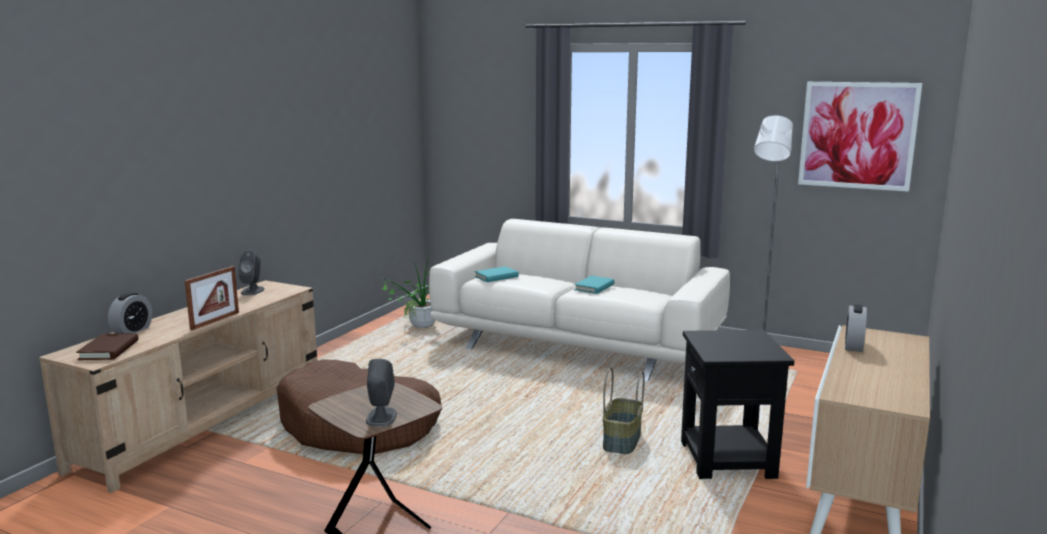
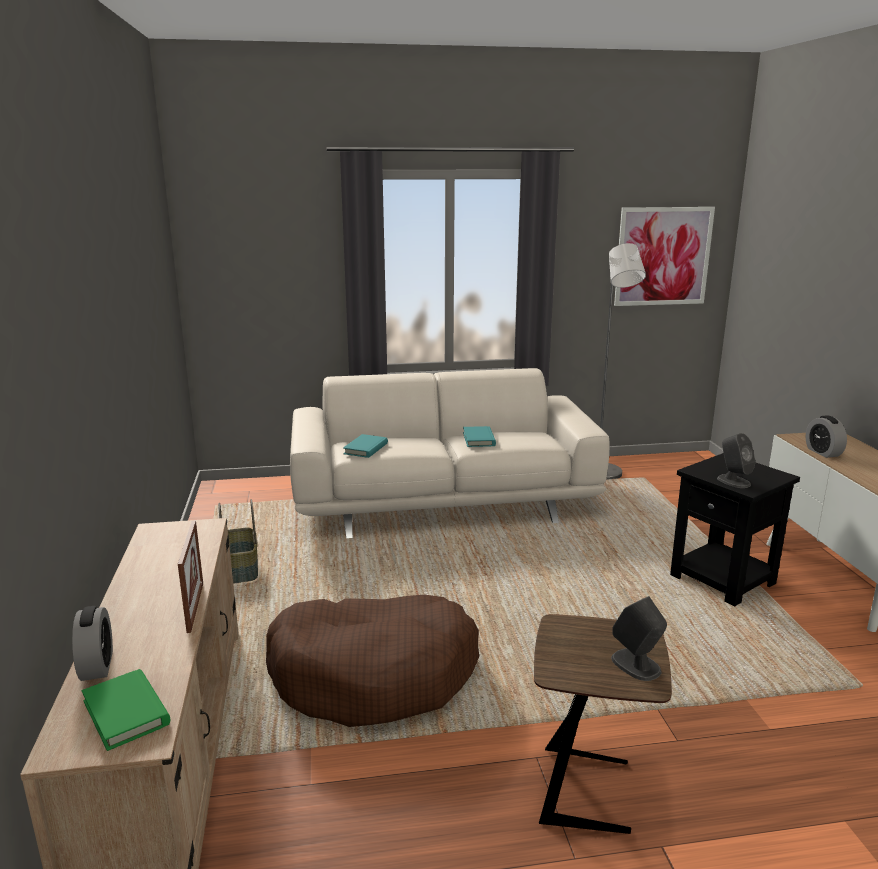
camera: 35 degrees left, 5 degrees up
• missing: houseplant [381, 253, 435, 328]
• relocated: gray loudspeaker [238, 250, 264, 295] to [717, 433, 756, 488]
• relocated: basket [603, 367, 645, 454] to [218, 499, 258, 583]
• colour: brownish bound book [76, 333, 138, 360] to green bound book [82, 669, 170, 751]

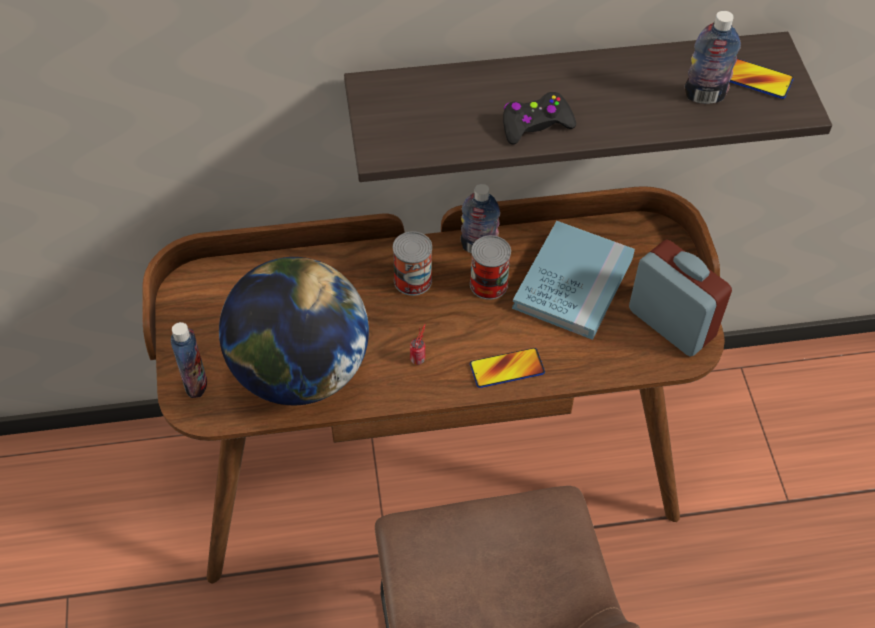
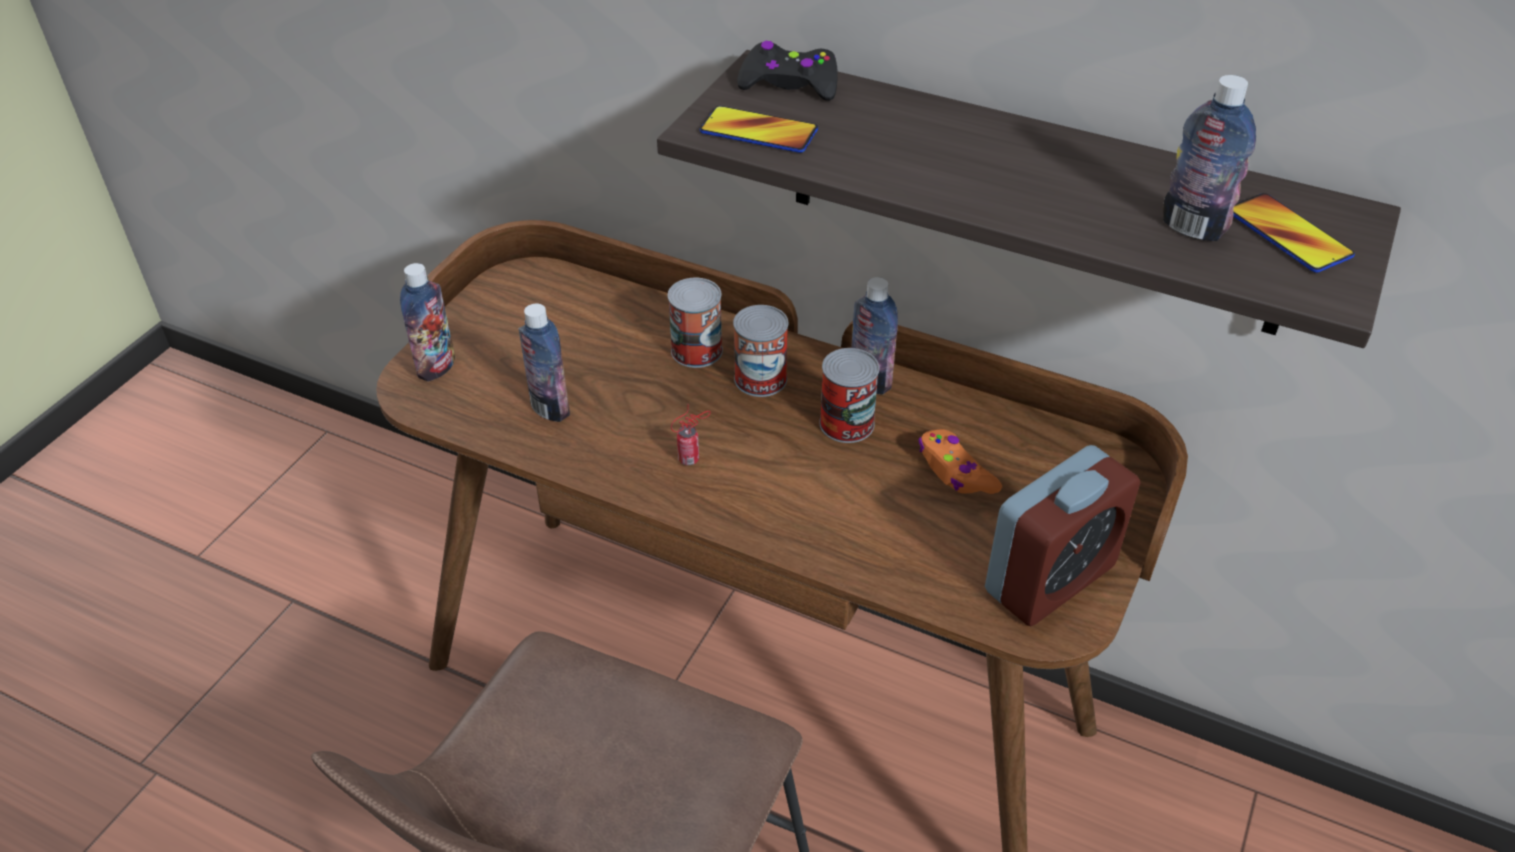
camera: 35 degrees right, 10 degrees down
• appeared: sealed can [668, 277, 723, 368]
• relocated: handset [470, 348, 545, 388] to [700, 106, 818, 153]
• relocated: black joypad [503, 92, 576, 145] to [737, 41, 838, 101]
• exchanged: world globe [219, 257, 369, 405] to bottle [519, 304, 570, 422]
• exchanged: bluish bound book [512, 221, 635, 340] to orange joypad [919, 429, 1002, 494]
• spun: bedside clock [629, 240, 732, 357] = [985, 445, 1140, 626] 60 degrees clockwise

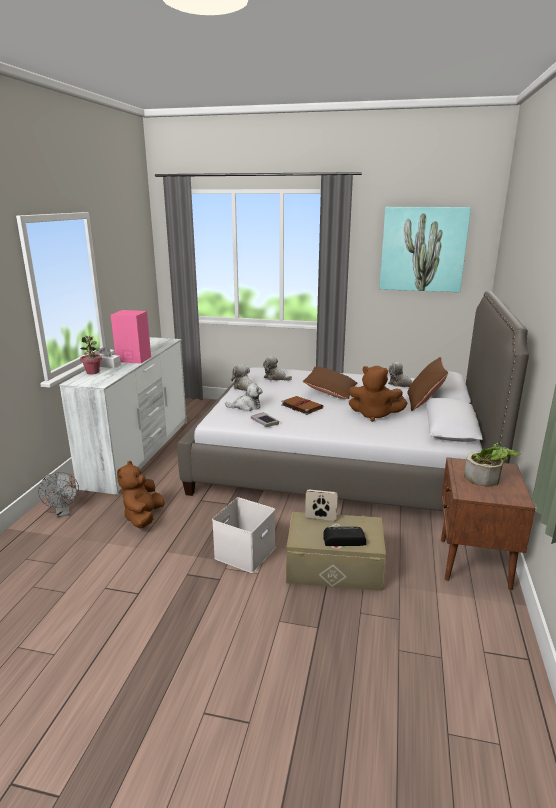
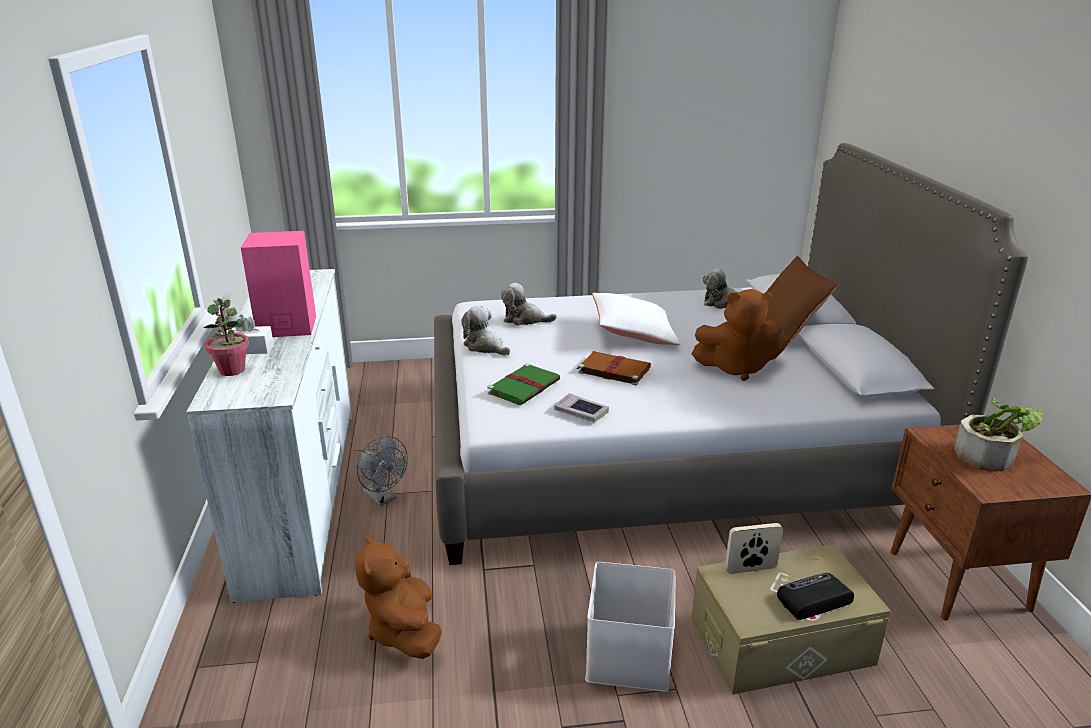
camera: 20 degrees left, 5 degrees up
• missing: picture [380, 207, 471, 292]
• relocated: gray fan [38, 472, 79, 517] to [356, 436, 408, 506]
• exchanged: cuddly toy [225, 383, 262, 411] to green bound book [488, 363, 560, 405]
• colour: brownish throw pillow [303, 367, 357, 399] to white-coloured throw pillow [592, 293, 680, 345]

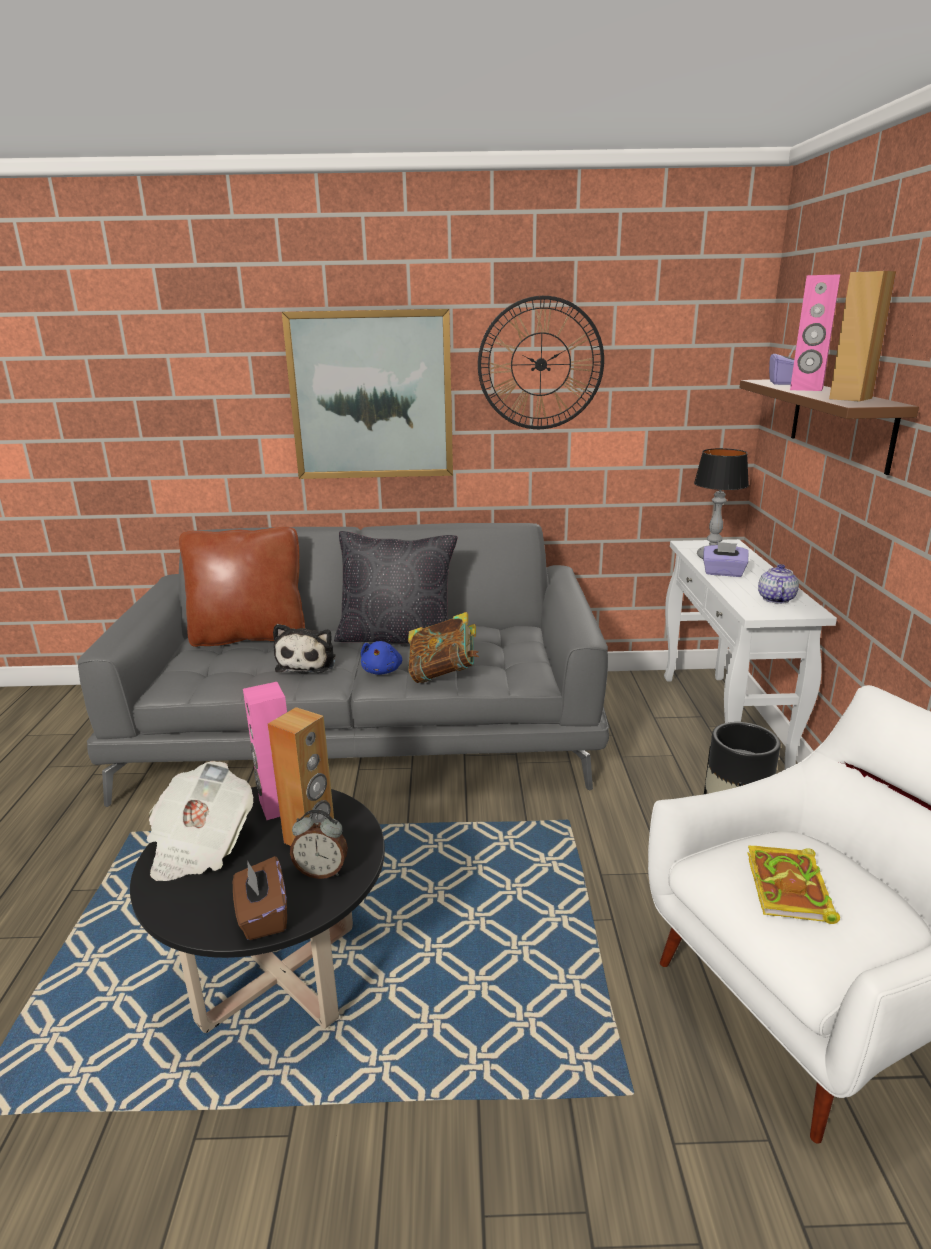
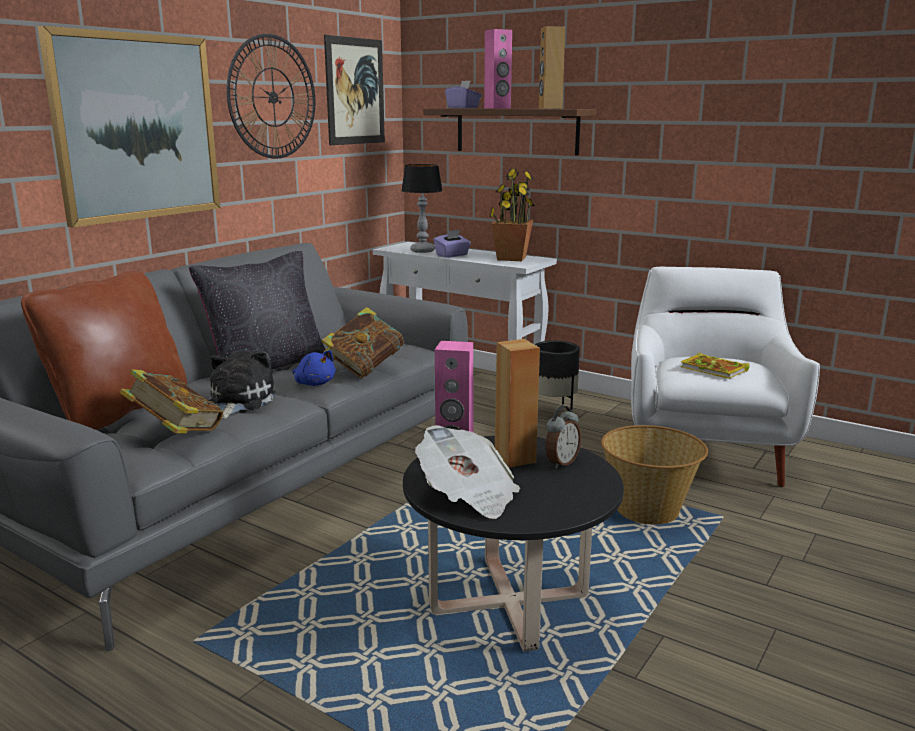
camera: 55 degrees left, 5 degrees down
• missing: brownish tissue holder [233, 856, 287, 940]
• appeared: bound book [119, 369, 223, 434]
• appeared: picture [324, 35, 385, 145]
• appeared: basket [601, 425, 708, 525]
• exchanged: tea pot [758, 564, 799, 604] to houseplant [489, 169, 535, 261]
• spun: cuddly toy [273, 624, 336, 673] = [208, 351, 276, 419] 120 degrees counterclockwise

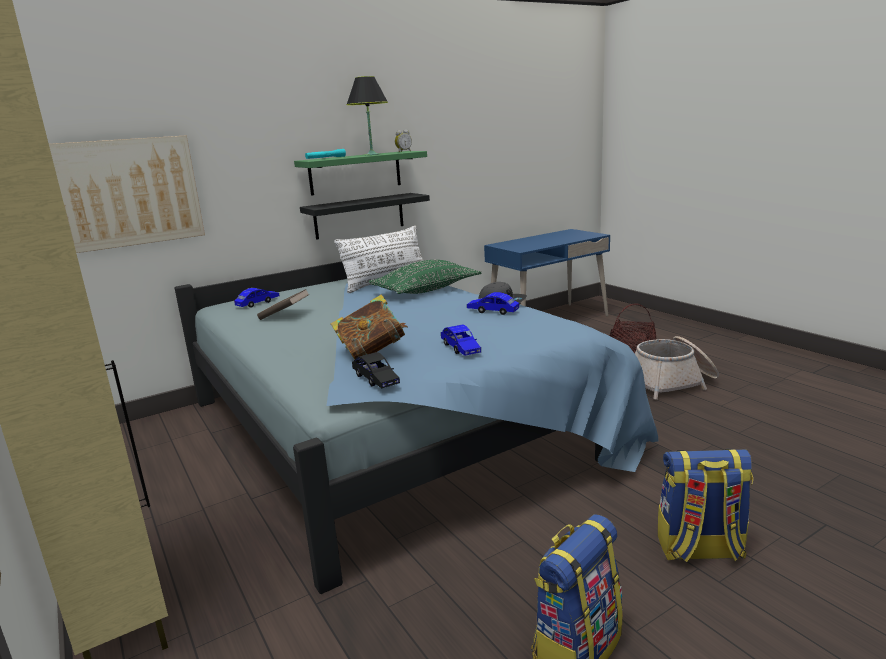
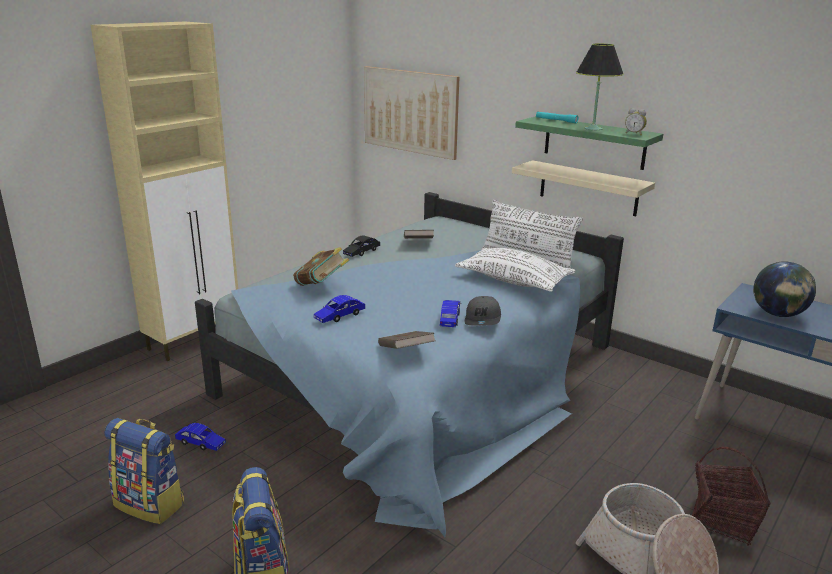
camera: 70 degrees right, 5 degrees up
• appeared: brownish bound book [378, 331, 435, 349]
• appeared: world globe [753, 261, 816, 317]
• relocated: bluish model car [234, 288, 280, 308] to [175, 423, 226, 451]
• relocated: black model car [352, 352, 400, 388] to [343, 236, 380, 257]
• colour: black shelf [300, 193, 430, 240] to sand-coloured shelf [512, 160, 655, 216]
• colour: green throw pillow [369, 260, 481, 294] to white-coloured throw pillow [455, 248, 576, 292]

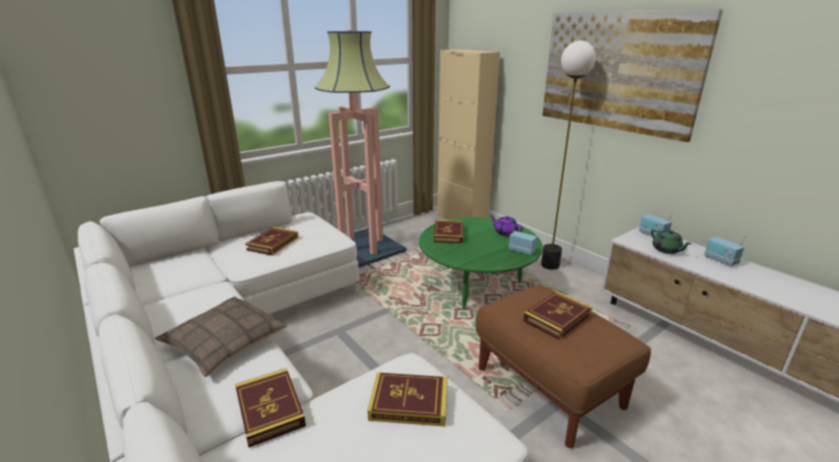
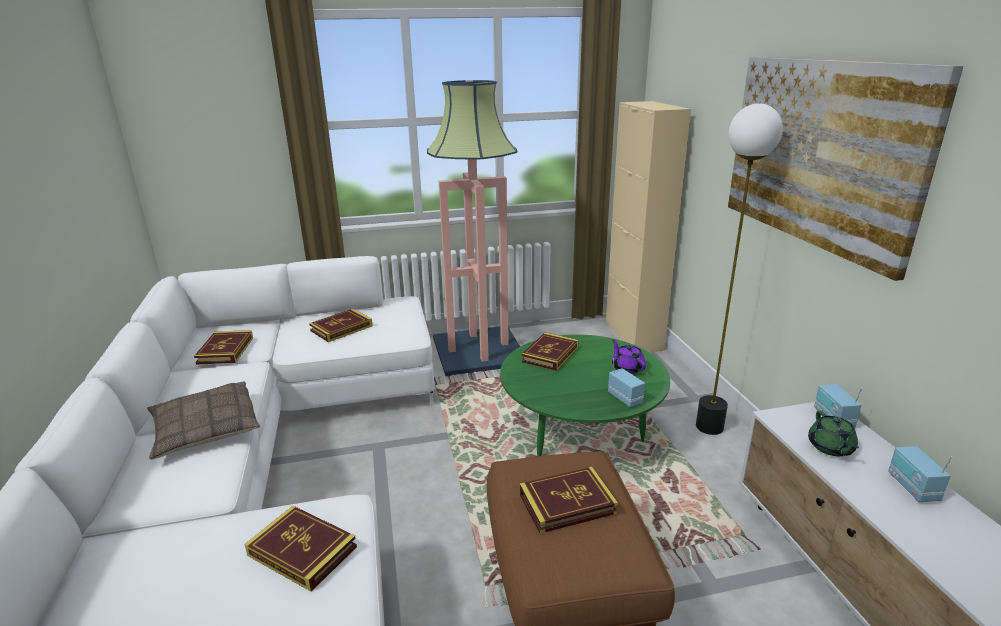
camera: 25 degrees right, 0 degrees up
• relocated: bound book [235, 368, 306, 447] to [194, 330, 253, 365]

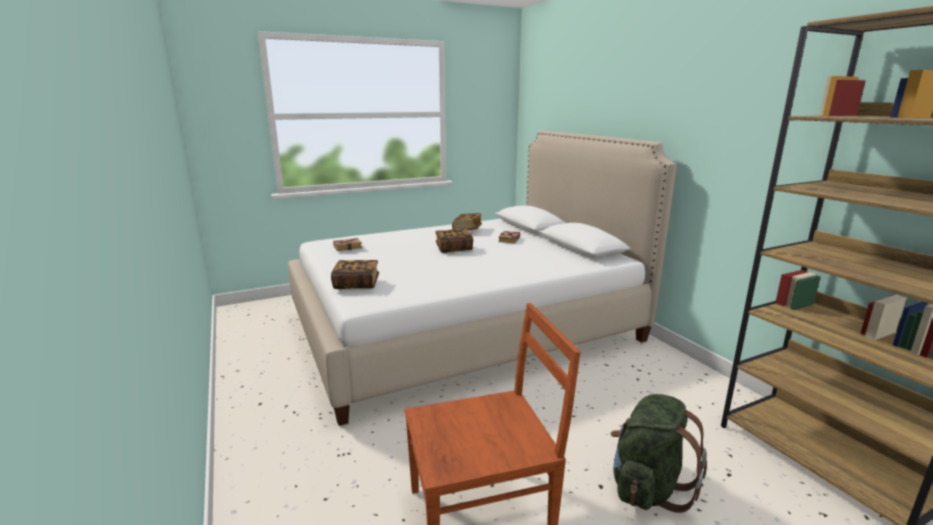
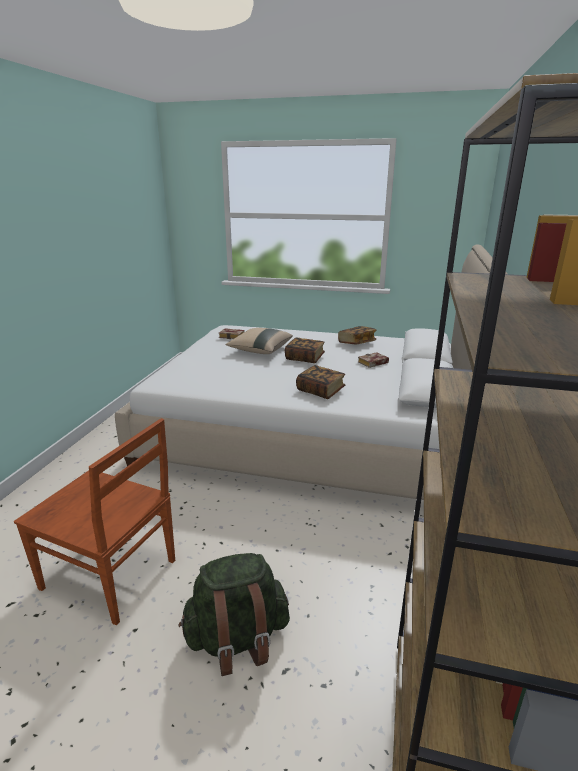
camera: 40 degrees right, 5 degrees up
• appeared: sand-coloured throw pillow [226, 328, 293, 354]
• relocated: bound book [331, 260, 379, 289] to [296, 365, 345, 399]

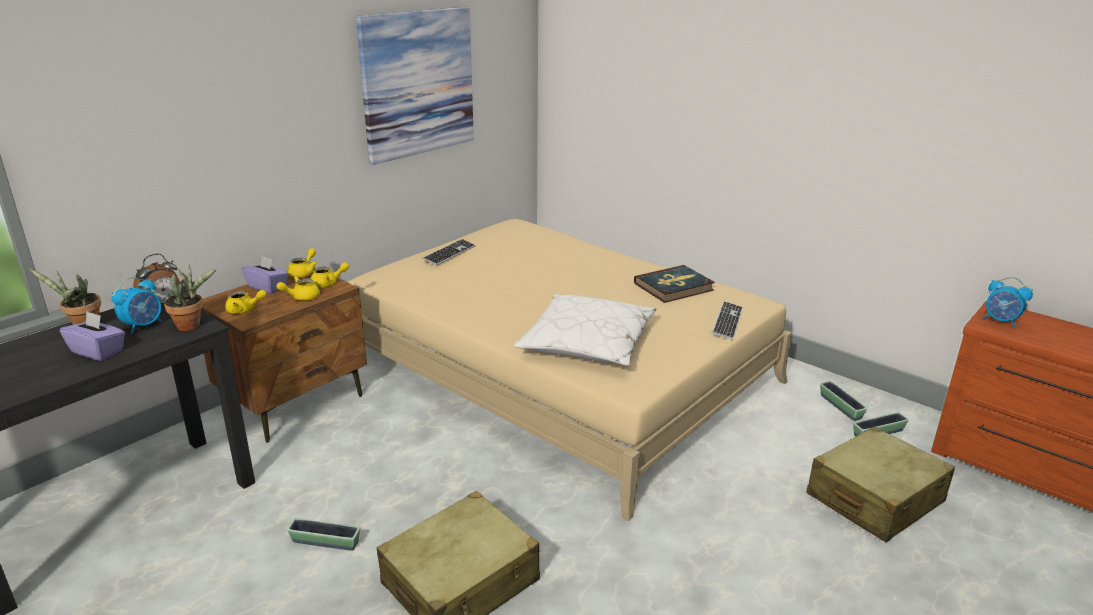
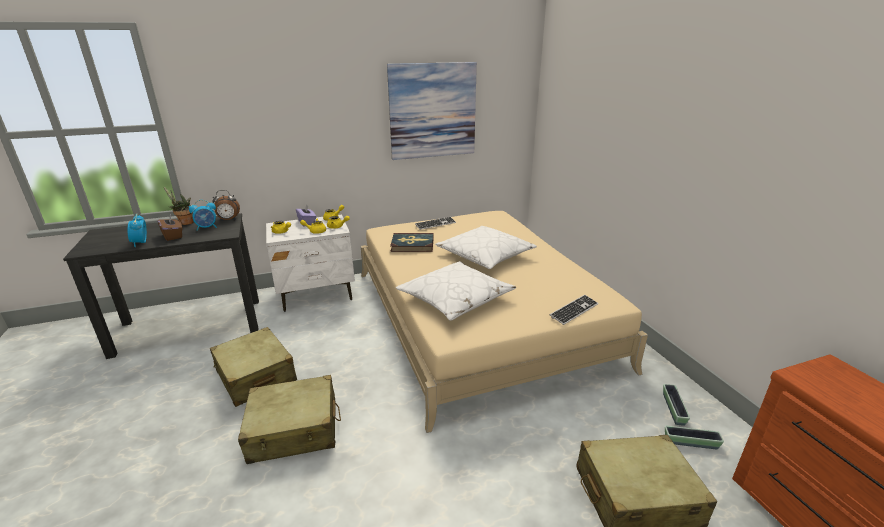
camera: 30 degrees right, 0 degrees up
• missing: houseplant [164, 264, 217, 331]
• appeared: white-coloured throw pillow [435, 226, 537, 269]
• relocated: bound book [634, 265, 715, 303] to [390, 233, 434, 252]
• relocated: bedside clock [983, 277, 1033, 327] to [128, 213, 147, 247]
• exchanged: plant pot [287, 518, 360, 551] to sand-coloured suitcase [210, 327, 297, 407]
• colour: purple-coloured tissue holder [60, 311, 125, 361] to brownish tissue holder [157, 214, 182, 241]
• colour: brownish nightstand [201, 268, 367, 443] to white-coloured nightstand [266, 215, 355, 312]

